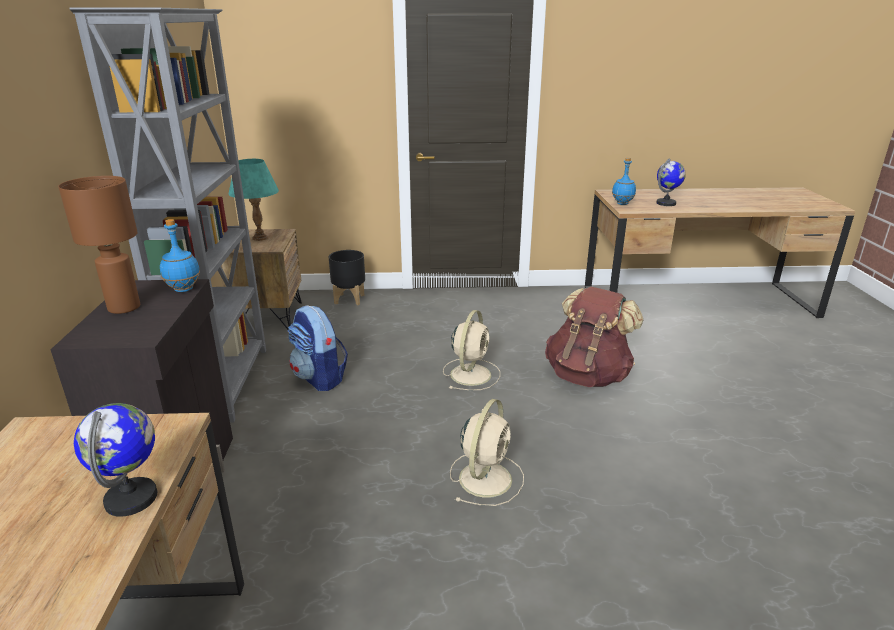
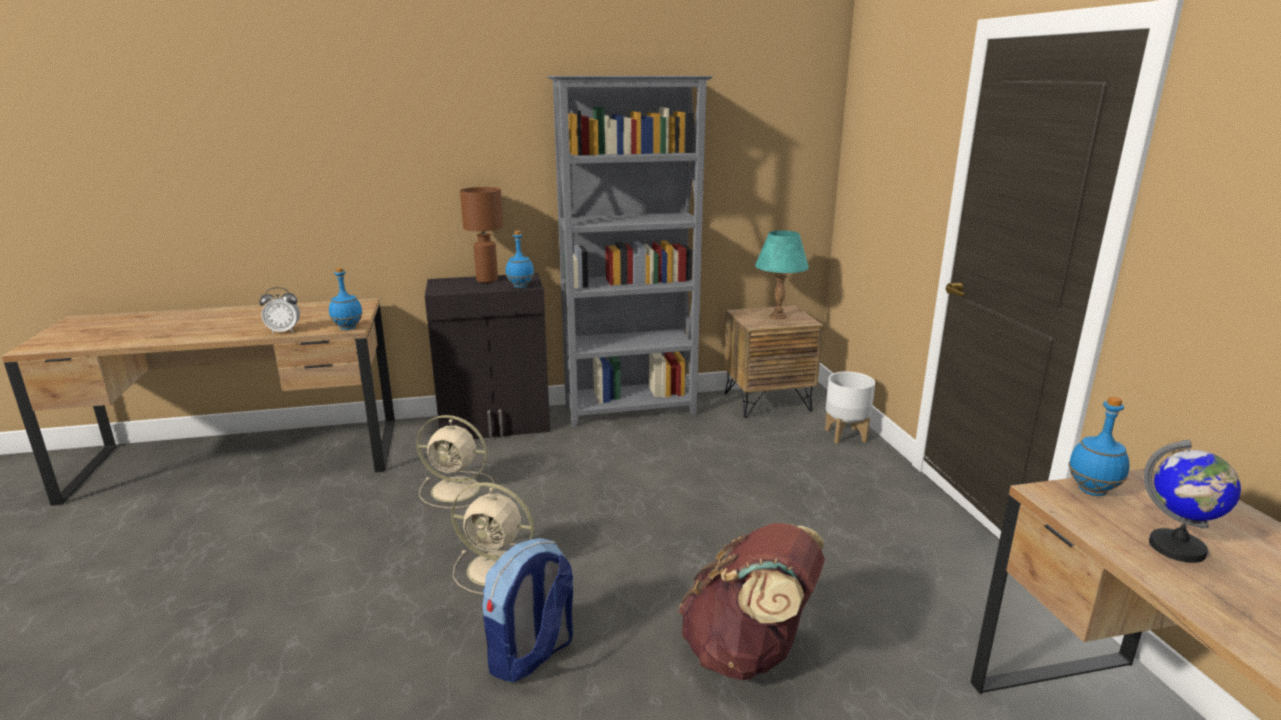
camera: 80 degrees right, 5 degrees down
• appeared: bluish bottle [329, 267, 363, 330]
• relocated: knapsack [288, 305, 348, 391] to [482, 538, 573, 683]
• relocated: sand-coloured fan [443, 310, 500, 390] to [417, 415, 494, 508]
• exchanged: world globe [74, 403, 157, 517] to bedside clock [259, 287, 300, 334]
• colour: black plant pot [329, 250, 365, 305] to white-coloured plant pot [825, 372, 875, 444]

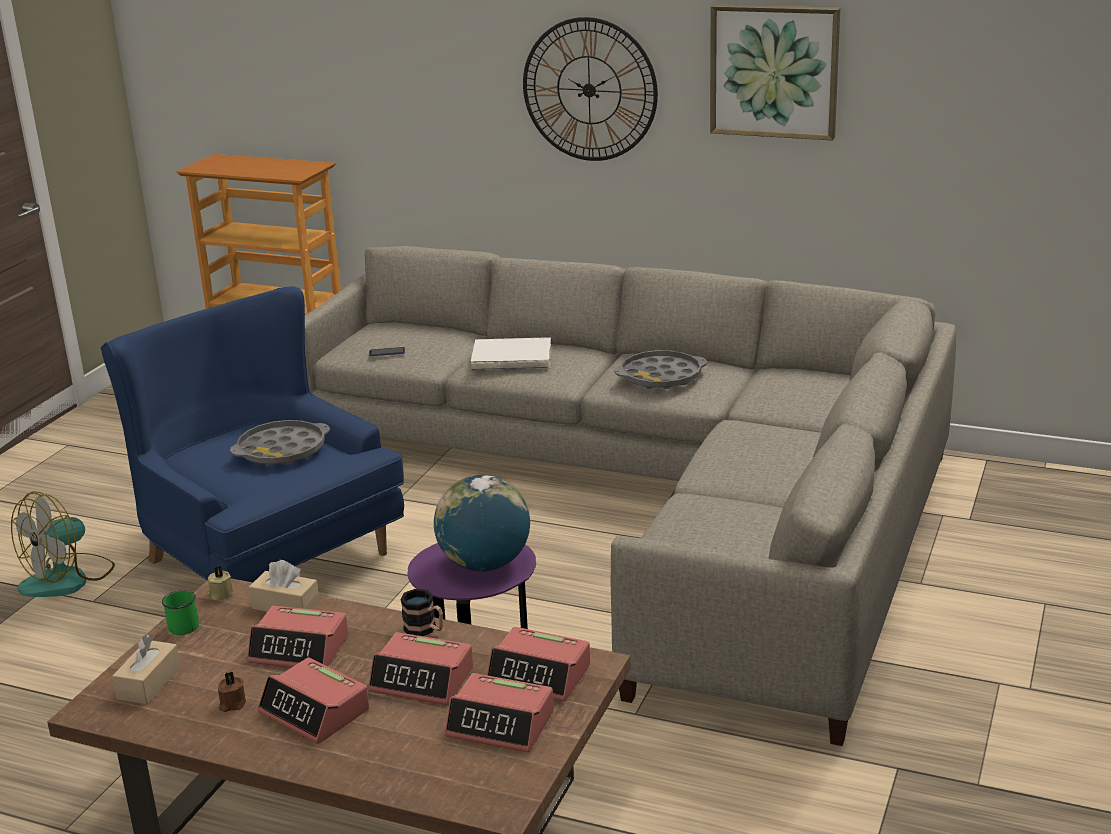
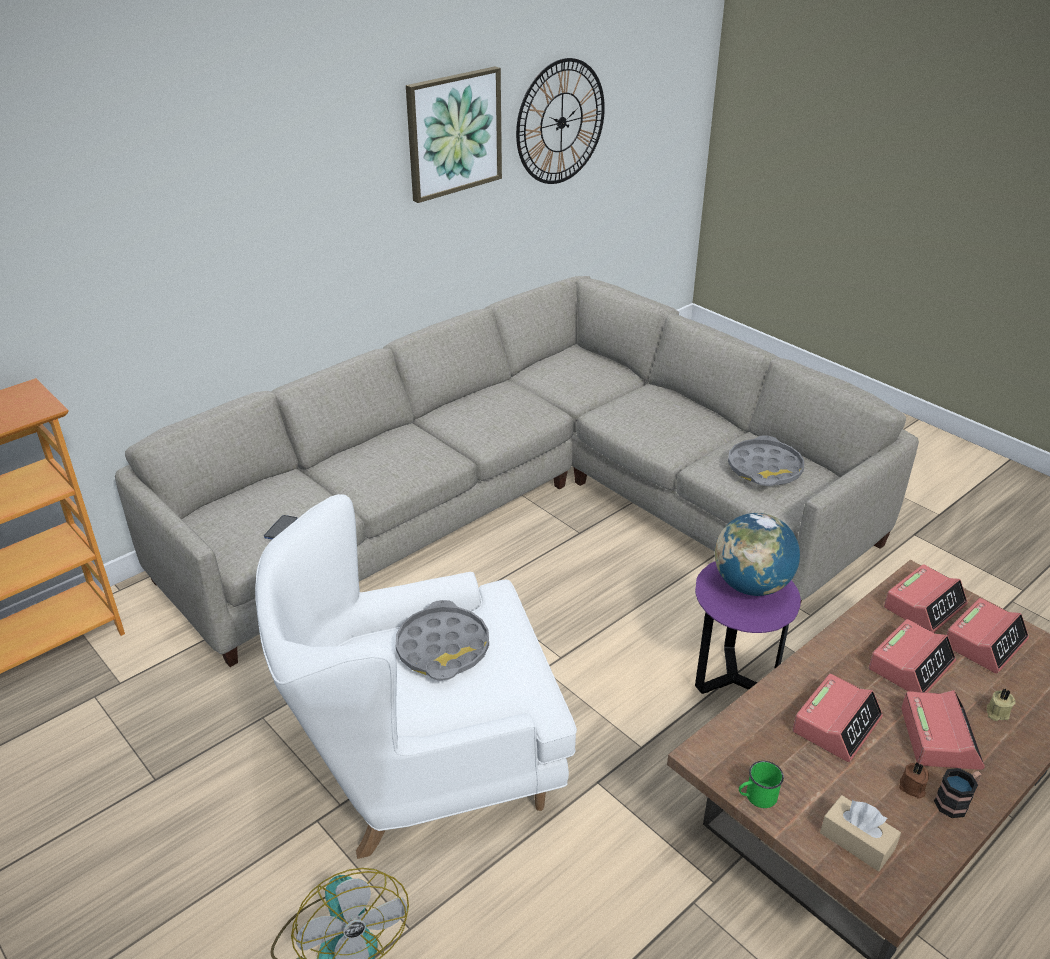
camera: 65 degrees left, 10 degrees up
• missing: sand-coloured tissue holder [249, 560, 320, 612]
• missing: white-coloured bound book [471, 337, 551, 371]
• relocated: sand-coloured wax light [208, 566, 234, 600] to [987, 688, 1016, 721]
• relocated: tea mug [400, 589, 443, 636] to [934, 768, 982, 818]
• relocated: hanging clock [523, 17, 658, 161] to [516, 58, 605, 184]
• relocated: gray carrying tray [614, 350, 707, 389] to [728, 435, 804, 486]
• colour: bluish easy chair [101, 286, 404, 582] to white-coloured easy chair [255, 494, 577, 859]
• spun: bedside clock [258, 657, 369, 744] = [901, 690, 985, 770] 60 degrees counterclockwise

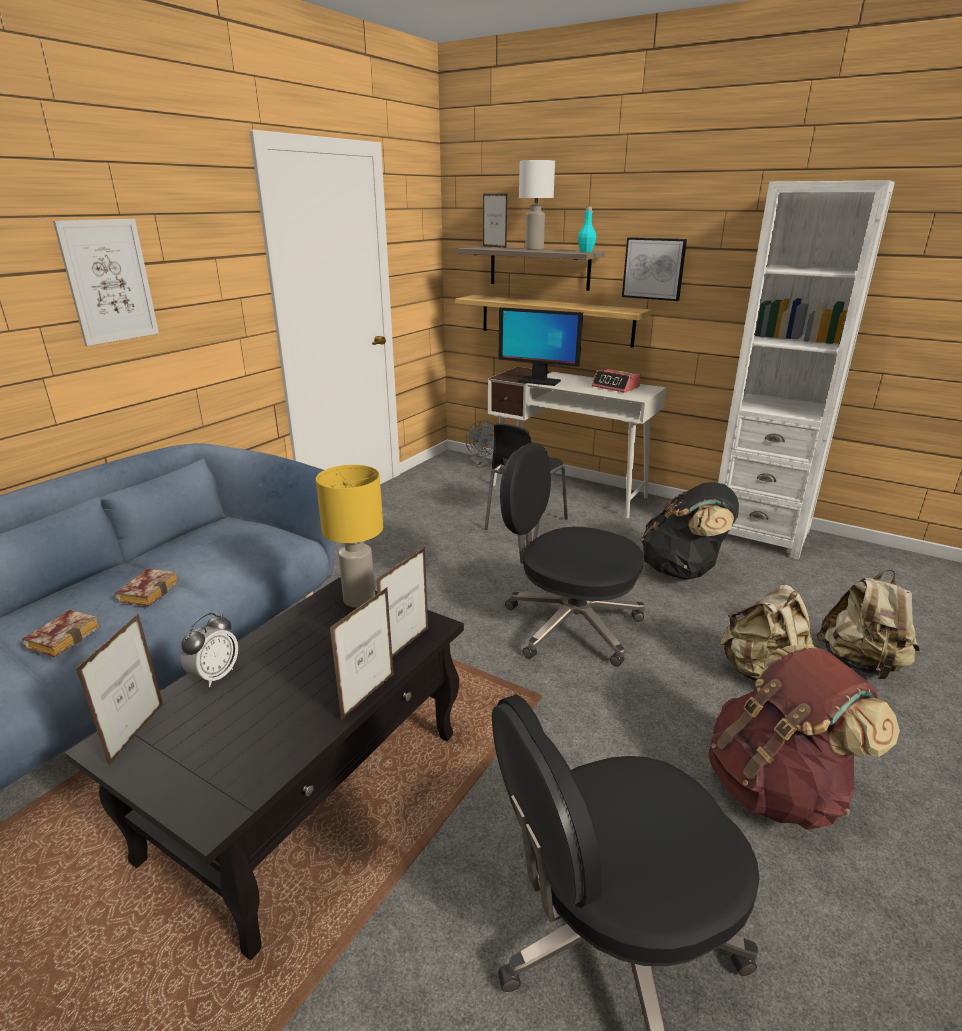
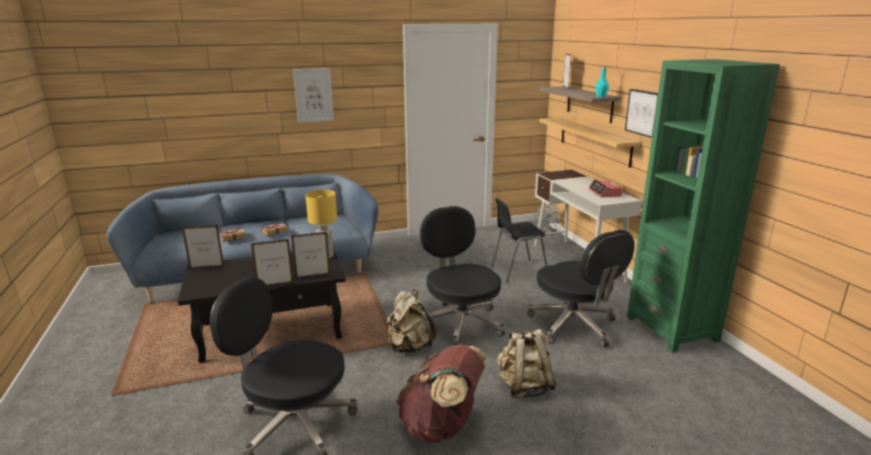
camera: 40 degrees right, 5 degrees down
• missing: bedside clock [181, 613, 238, 687]
• missing: computer screen [499, 307, 583, 386]
• missing: white-coloured table lamp [519, 160, 555, 250]
• relocated: sand-coloured knapsack [817, 570, 920, 679] to [387, 289, 436, 353]
• exchanged: black knapsack [641, 482, 739, 580] to black desk chair [527, 230, 635, 347]
• colour: white-coloured bookcase [718, 180, 895, 560] to green bookcase [627, 59, 780, 352]
• spun: picture frame [76, 613, 163, 766] = [182, 225, 224, 269] 150 degrees counterclockwise

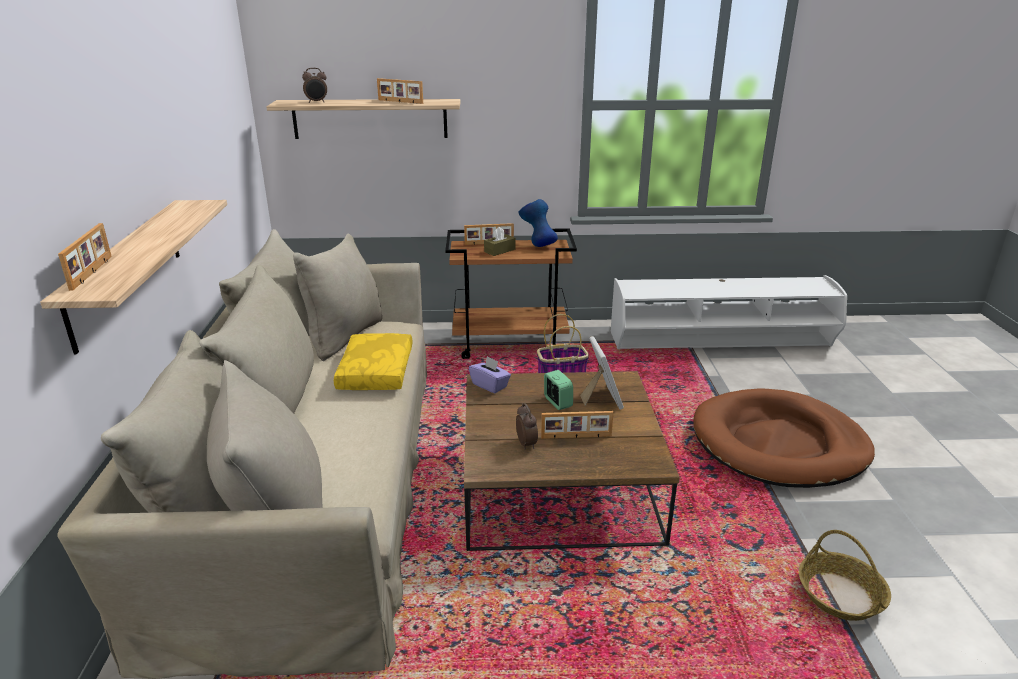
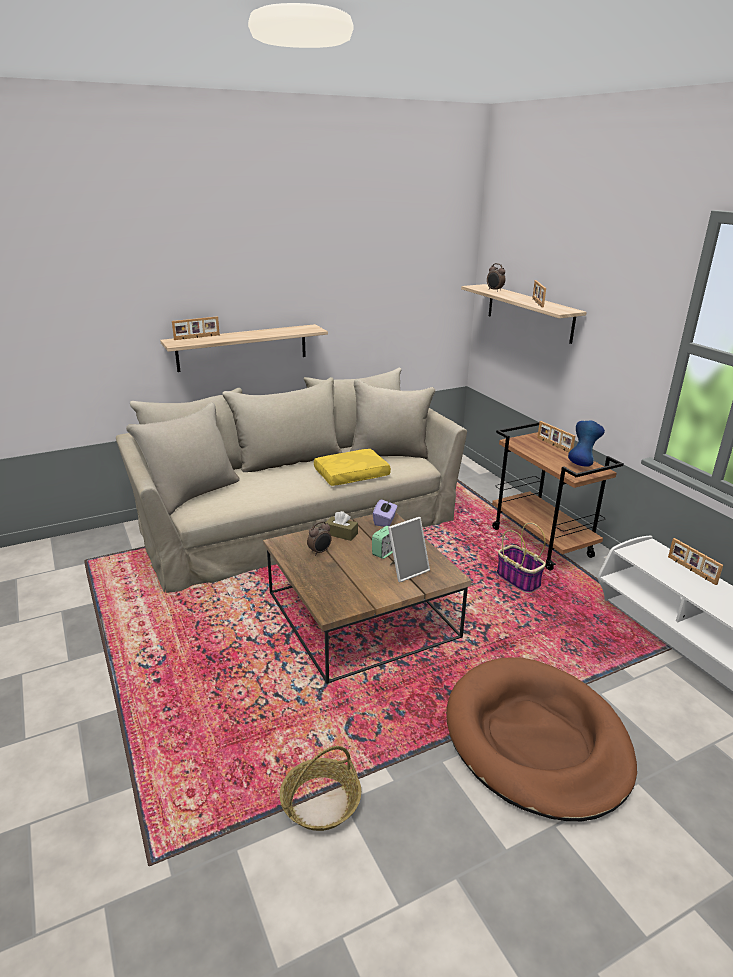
camera: 65 degrees right, 0 degrees up
• relocated: brownish tissue holder [484, 227, 516, 256] to [325, 511, 358, 541]
• relocated: picture frame [541, 411, 613, 439] to [668, 538, 723, 585]

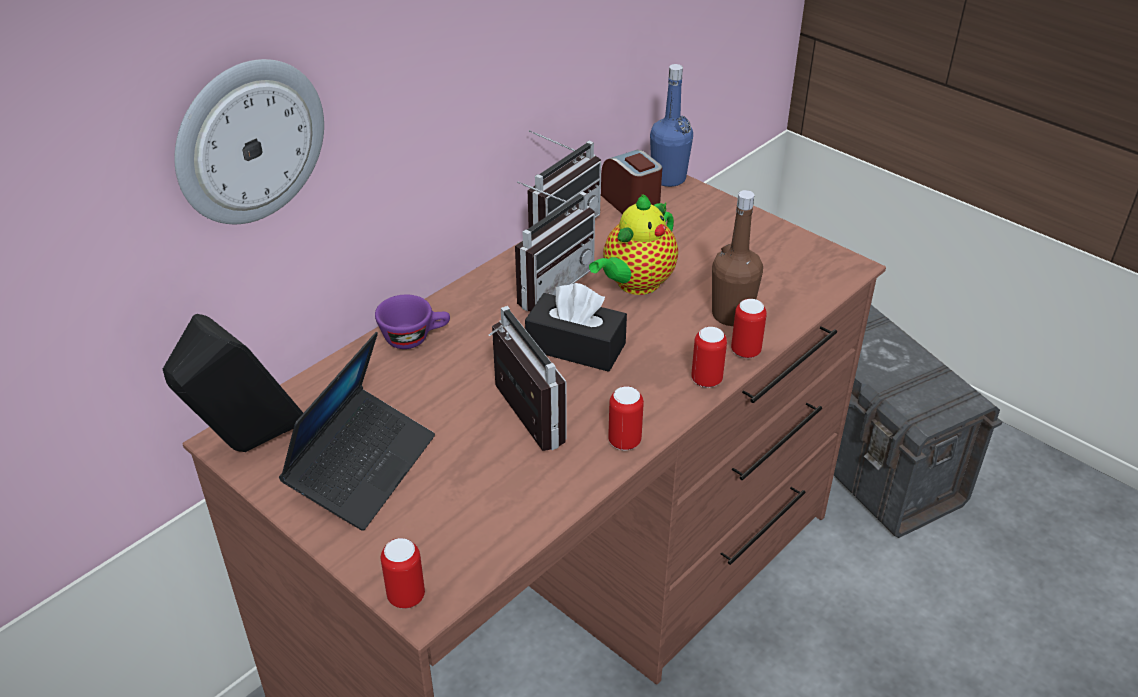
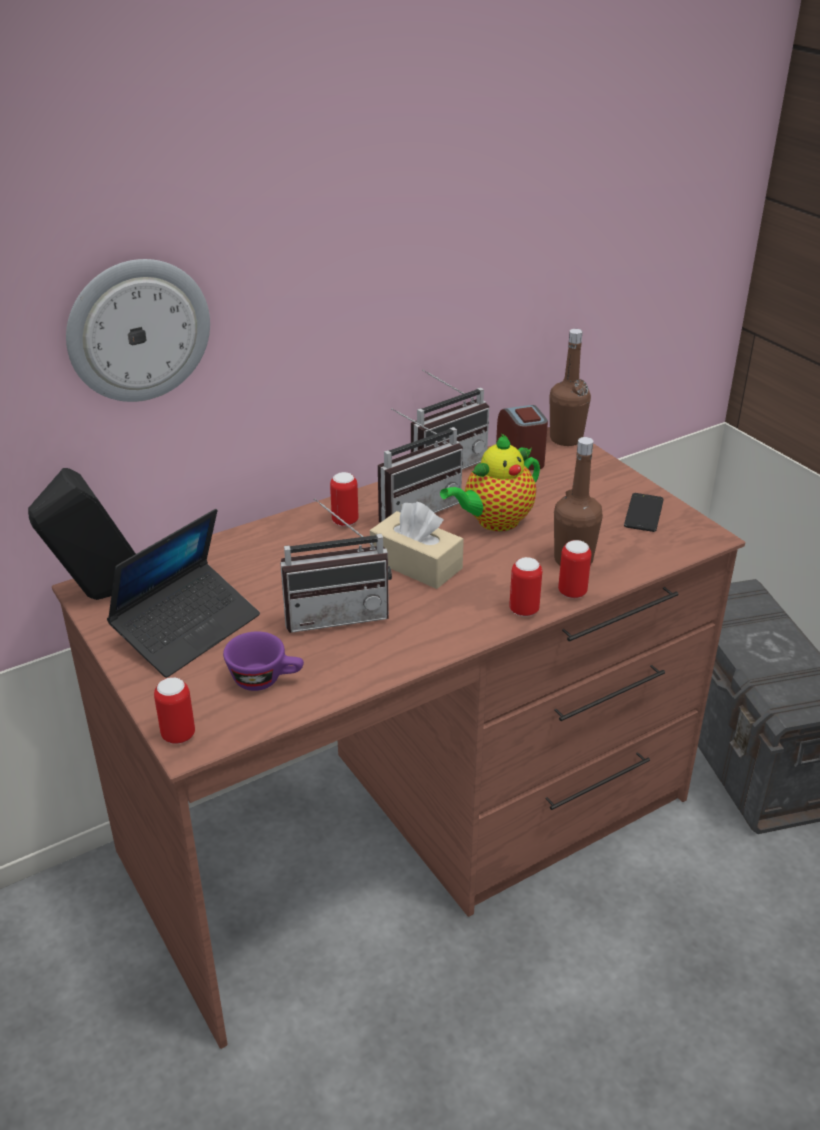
camera: 15 degrees right, 5 degrees down
• appeared: handset [624, 493, 664, 532]
• relocated: purple-coloured small cup [375, 295, 450, 349] to [223, 631, 304, 691]
• relocated: sealed can [608, 386, 644, 451] to [330, 472, 359, 526]
• colour: black tissue holder [525, 283, 627, 372] to sand-coloured tissue holder [370, 501, 464, 589]
• colour: bluish bottle [650, 64, 693, 187] to brownish bottle [550, 329, 591, 446]
• spun: radio set [489, 306, 567, 451] = [280, 499, 392, 633] 90 degrees clockwise

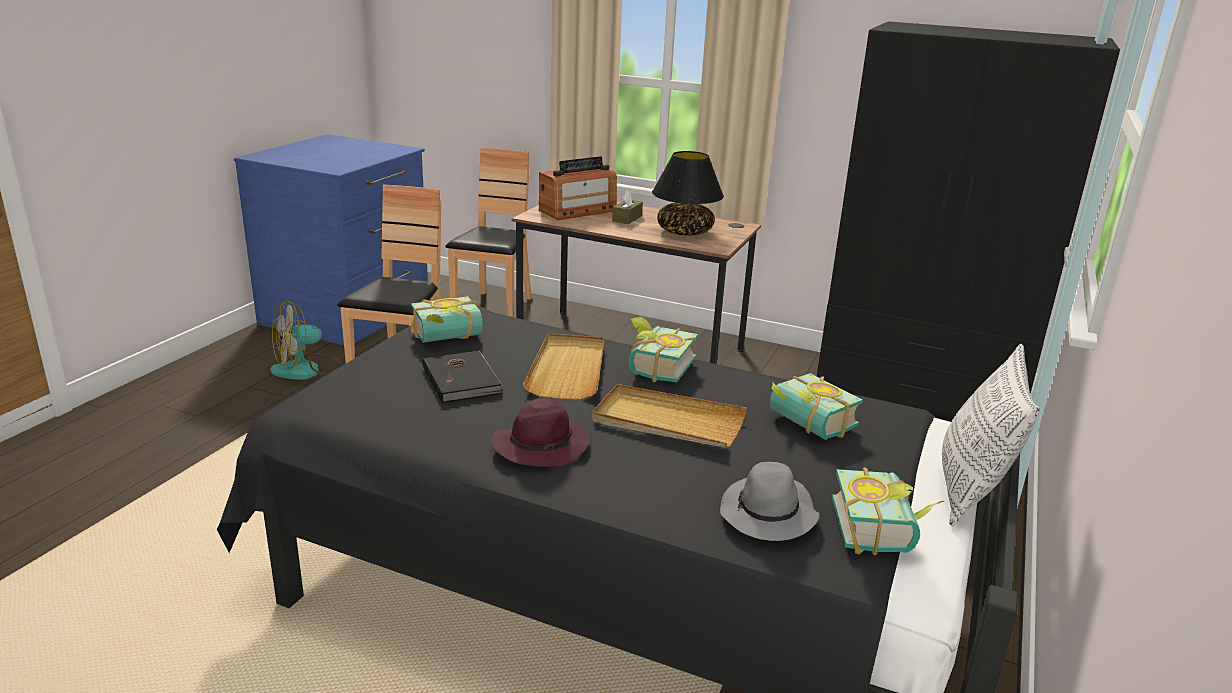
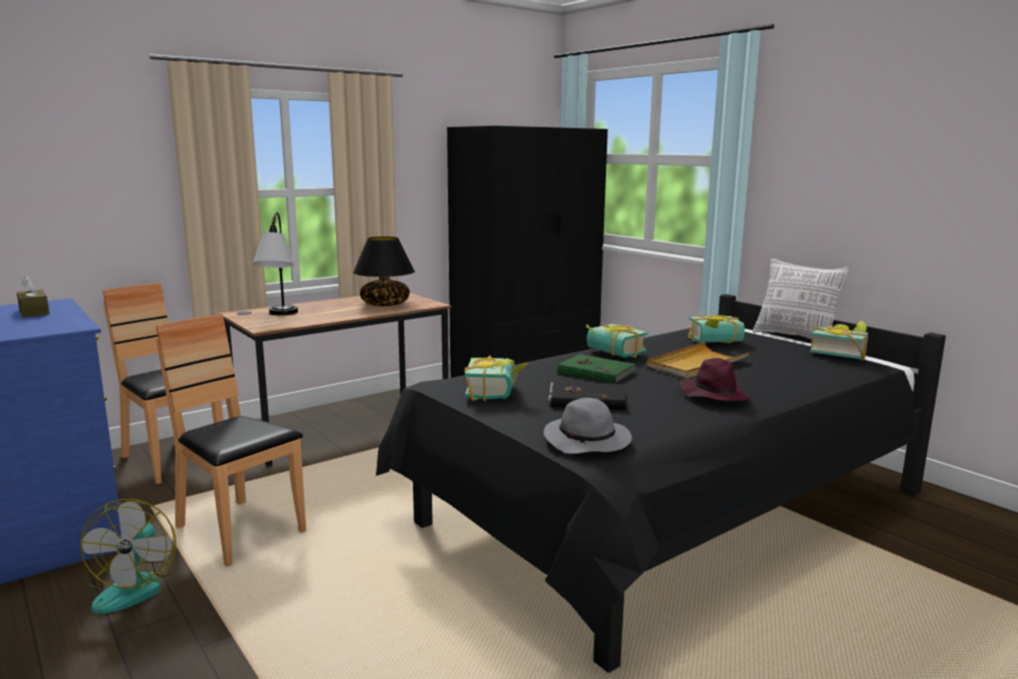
camera: 60 degrees left, 10 degrees down
• relocated: brownish tissue holder [612, 190, 643, 224] to [16, 276, 50, 317]
• relocated: gray clothing hat [720, 462, 820, 541] to [543, 398, 632, 454]
• exchanged: sand-coloured carrying tray [523, 333, 604, 400] to green bound book [557, 354, 637, 384]
• exchanged: radio set [539, 156, 617, 220] to table lamp [252, 212, 298, 315]

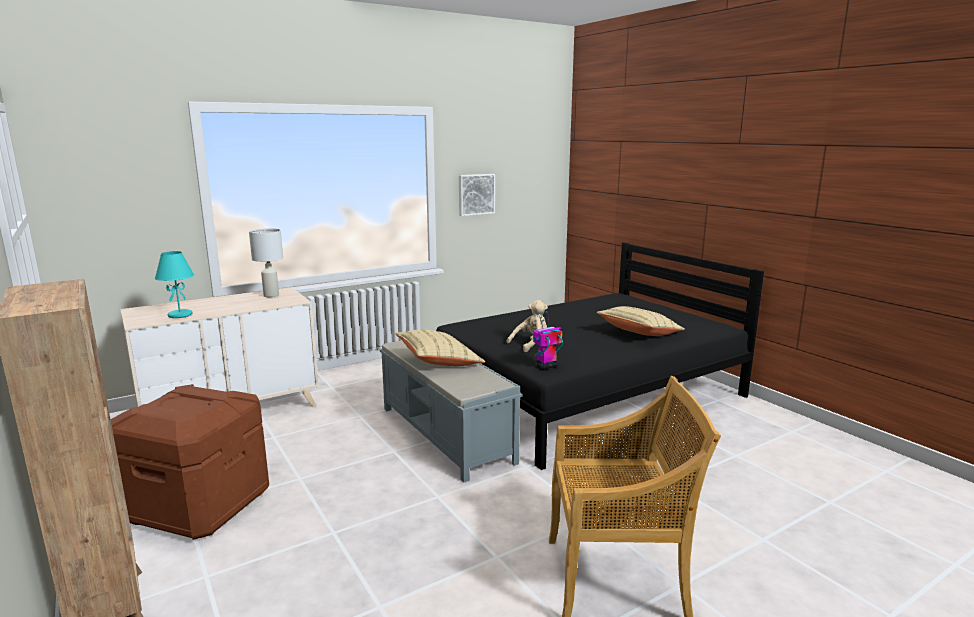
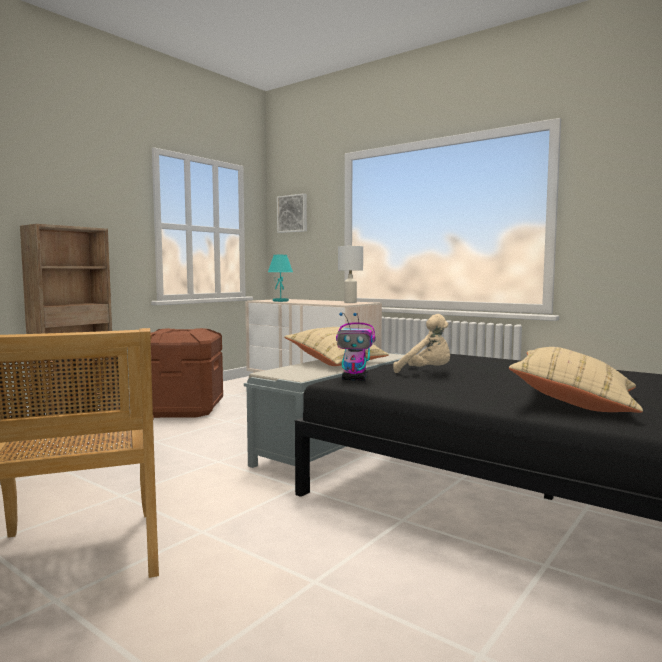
camera: 70 degrees right, 10 degrees down
• relocated: picture [459, 174, 495, 216] to [277, 193, 307, 233]
• spun: toy robot [533, 311, 563, 369] = [336, 313, 376, 381] 150 degrees clockwise

